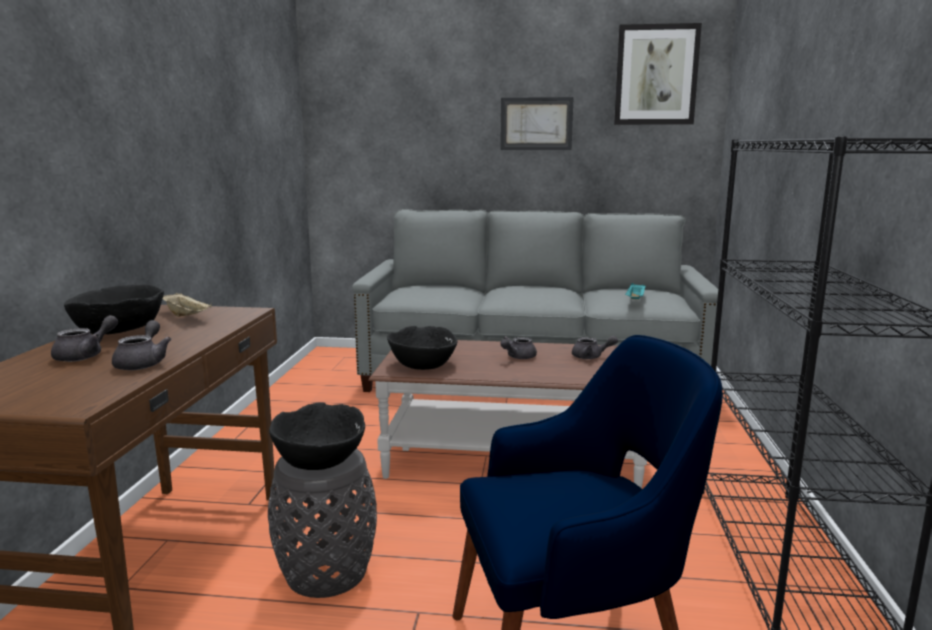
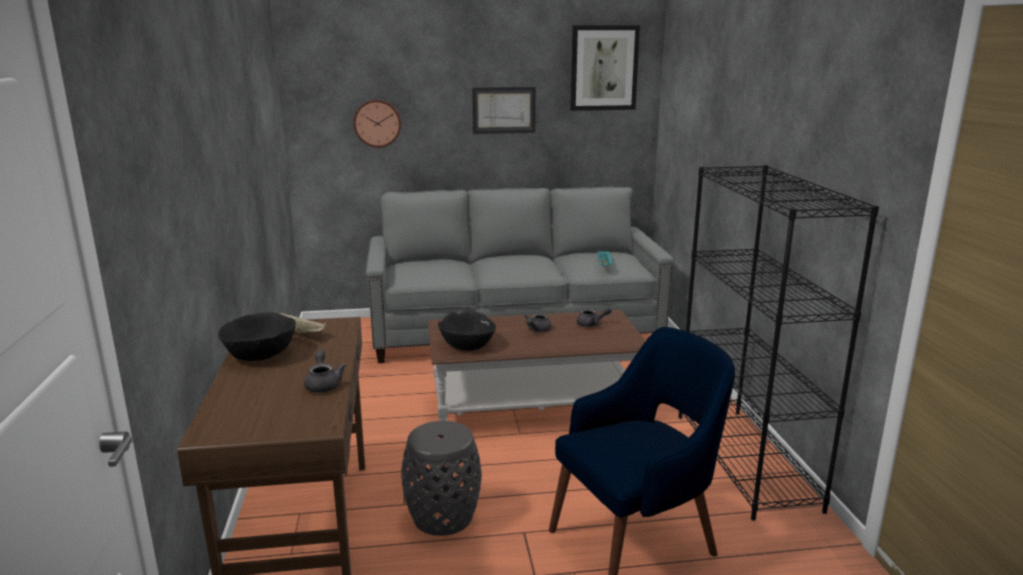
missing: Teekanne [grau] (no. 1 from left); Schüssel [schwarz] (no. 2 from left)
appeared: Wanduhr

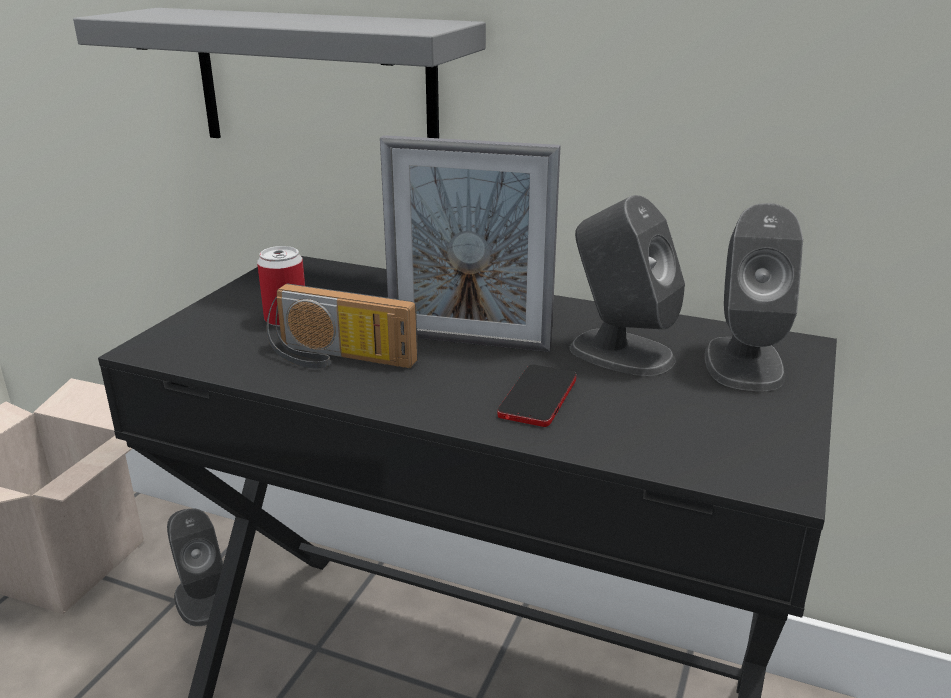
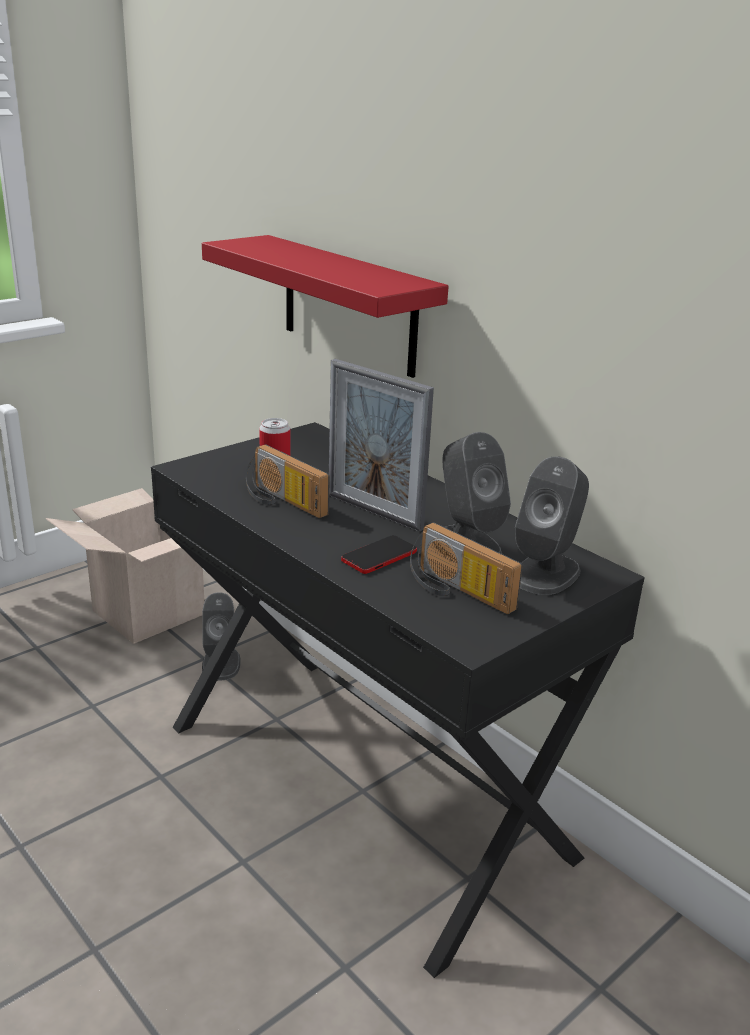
appeared: Radio (no. 2 from left)
colour: Wandregal [grau] to Wandregal [rot]

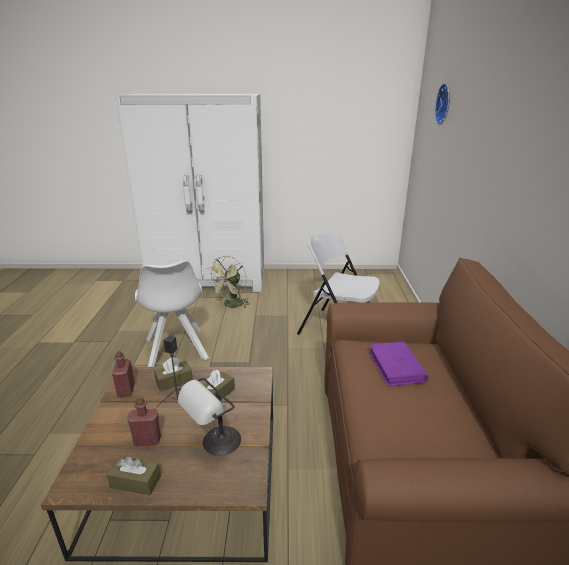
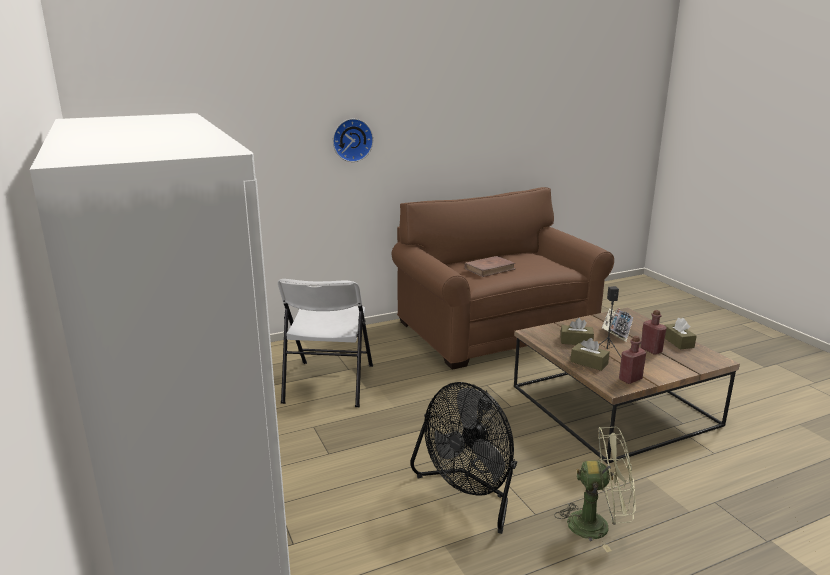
relocated: Ventilator [grün]; Wanduhr
exchanged: Stuhl [weiß] (no. 1 from left) to Ventilator [schwarz]; Tischlampe to Tastatur
colour: Buch [lila] to Buch [braun]

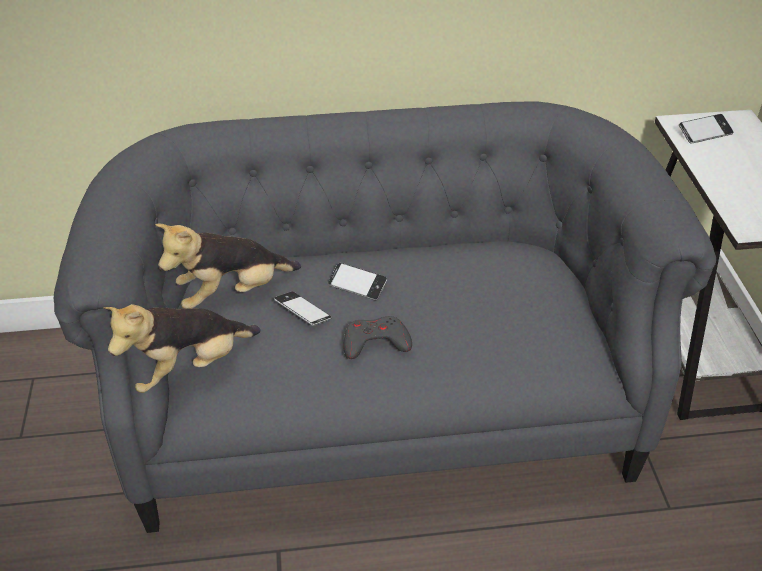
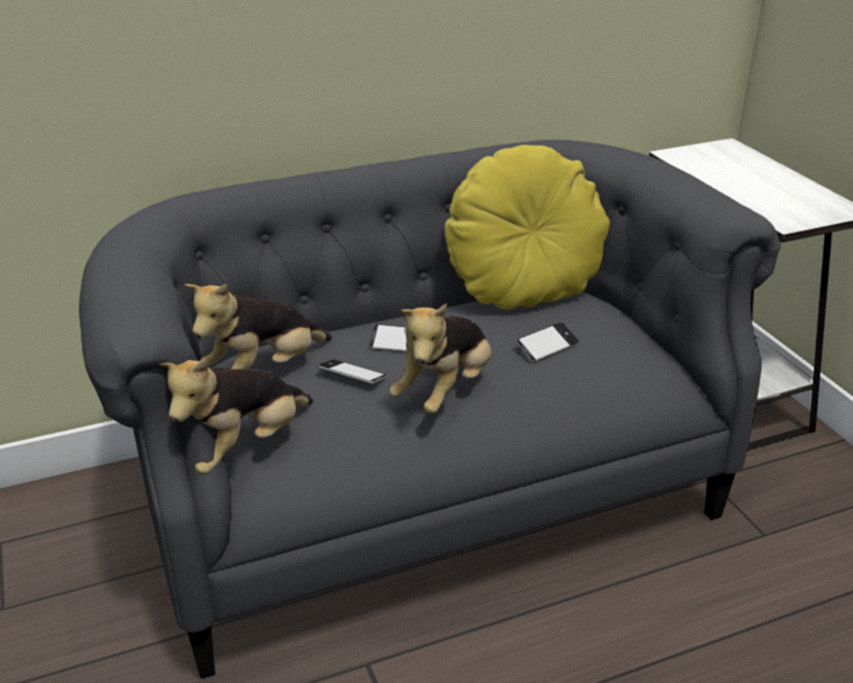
appeared: Kissen [gelb]
relocated: Handy (no. 3 from left)
exchanged: Gamepad [grau] to Plüschtier (no. 3 from left)

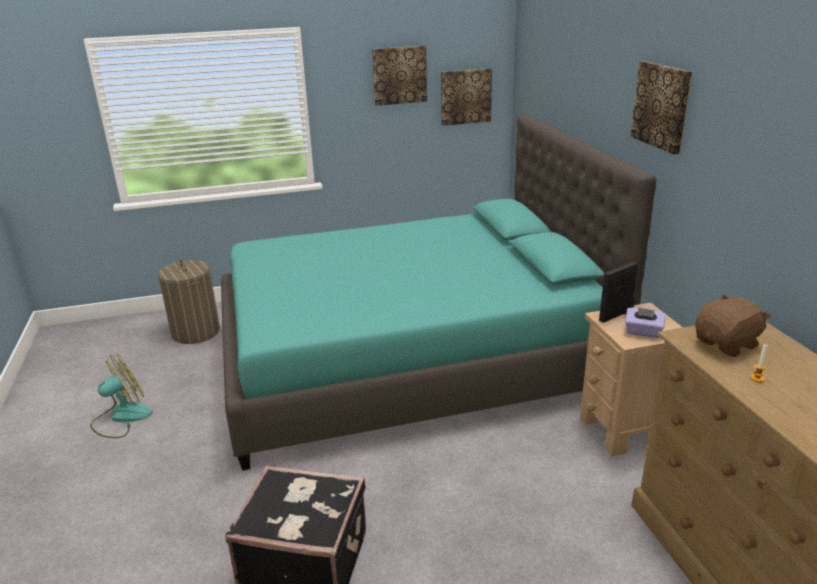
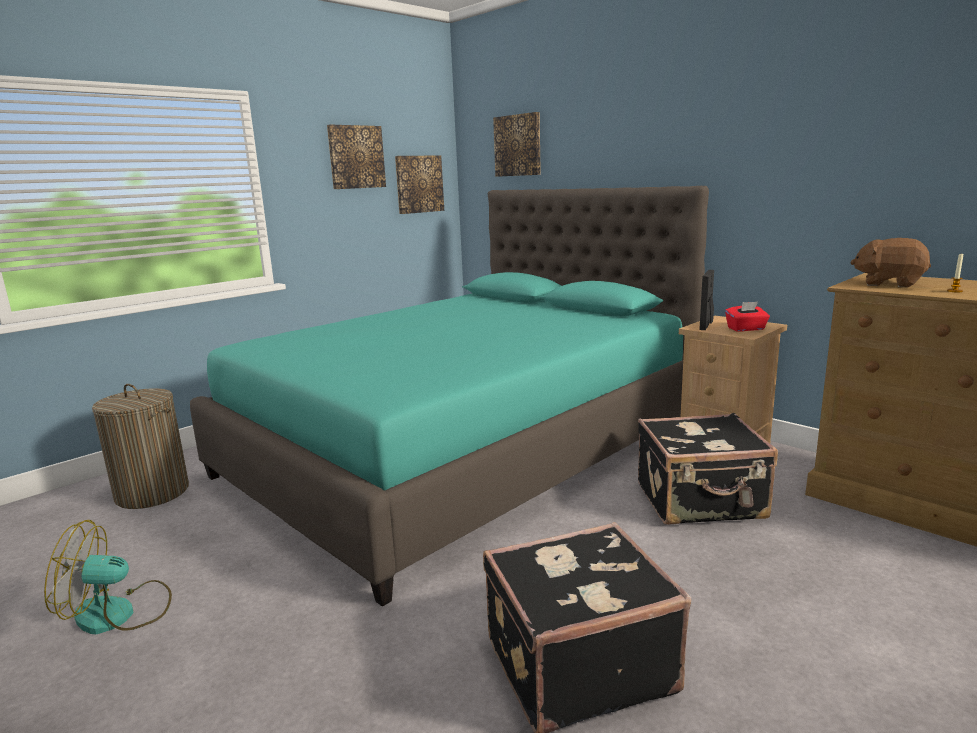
appeared: Koffer [schwarz] (no. 2 from left)
relocated: Bild (no. 3 from left)
colour: Taschentuchbox [lila] to Taschentuchbox [rot]
spun: Ventilator 120 degrees counterclockwise; Plüschtier [braun] 90 degrees counterclockwise

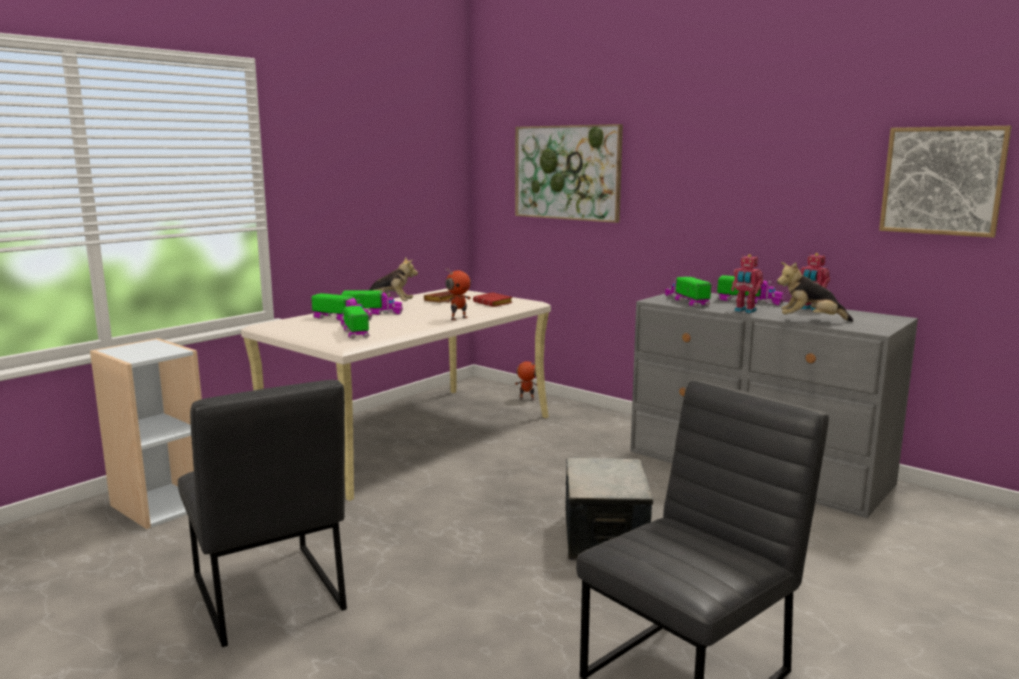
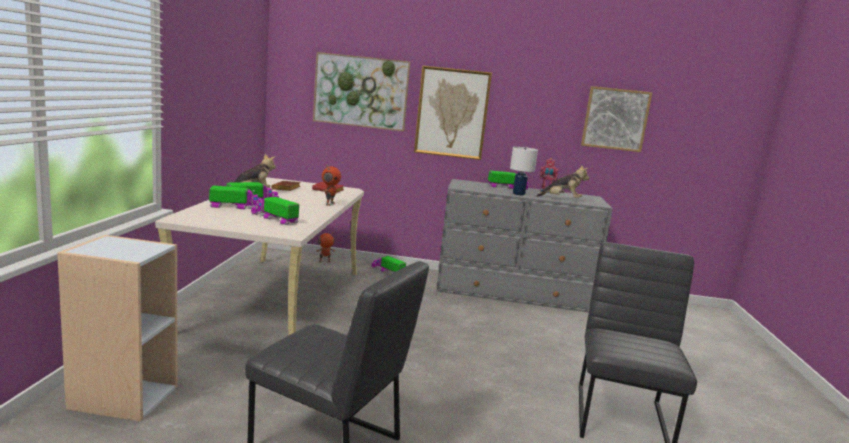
missing: Aufbewahrungsbox
appeared: Bild (no. 2 from left)
relocated: Spielzeuglaster (no. 4 from left)
exchanged: Spielzeugroboter (no. 3 from left) to Tischlampe [weiß]
spun: Plüschtier (no. 2 from left) 135 degrees counterclockwise

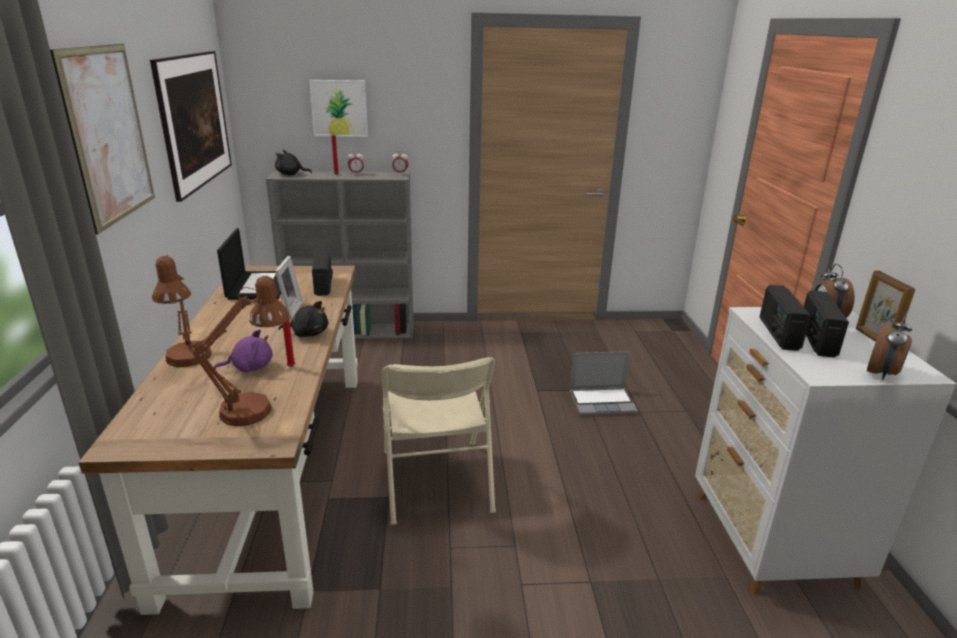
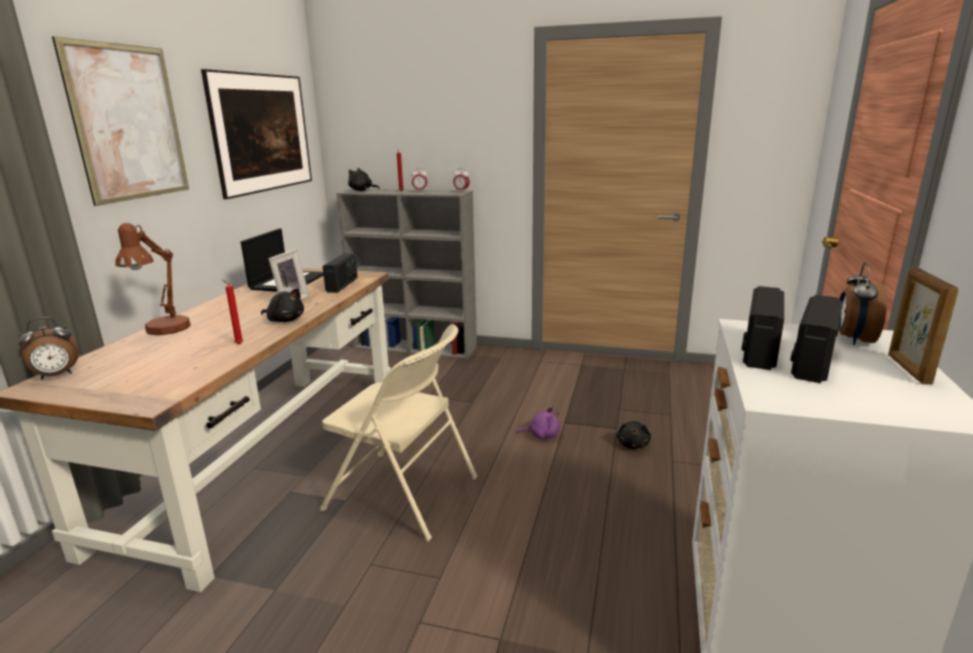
missing: Tischlampe [braun] (no. 2 from left); Bild (no. 3 from left)
relocated: Plüschtier [lila]; Wecker (no. 4 from left in the first image) to Wecker (no. 1 from left)
exchanged: Laptop (no. 2 from left) to Plüschtier [schwarz] (no. 3 from left)
spun: Stuhl [beige] 75 degrees counterclockwise

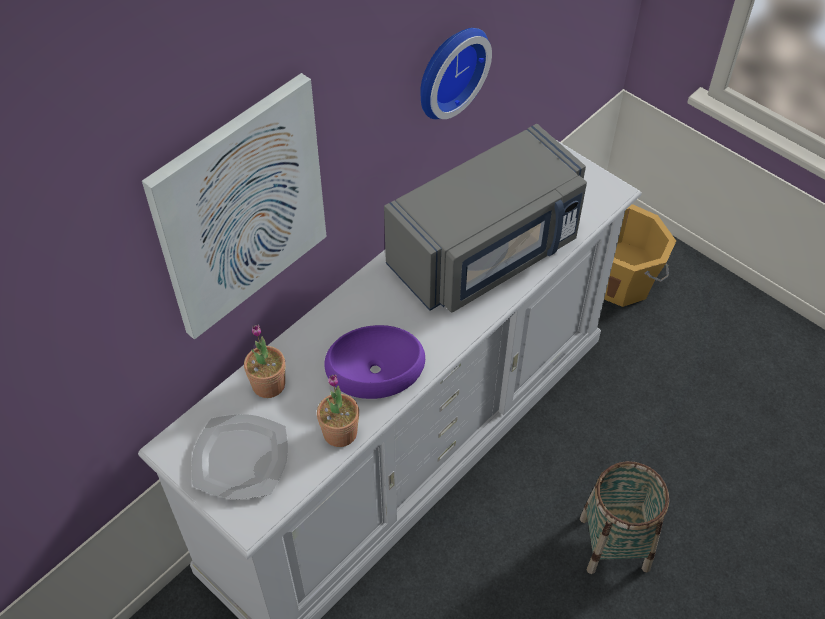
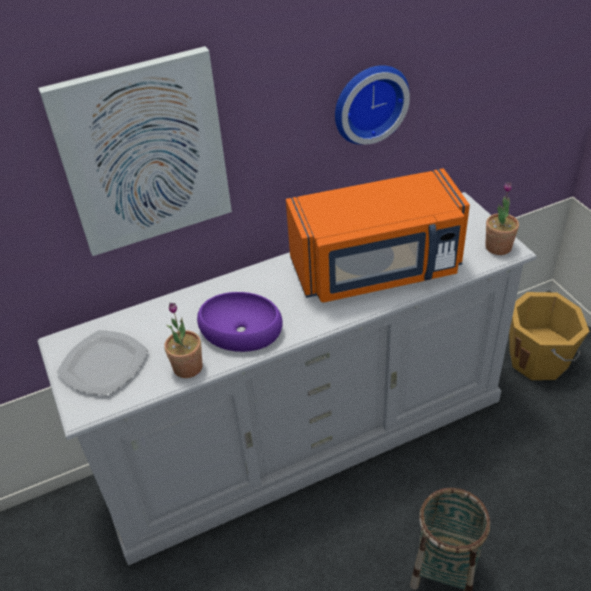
relocated: Topfpflanze (no. 1 from left in the first image) to Topfpflanze (no. 2 from left)
colour: Mikrowelle [grau] to Mikrowelle [orange]

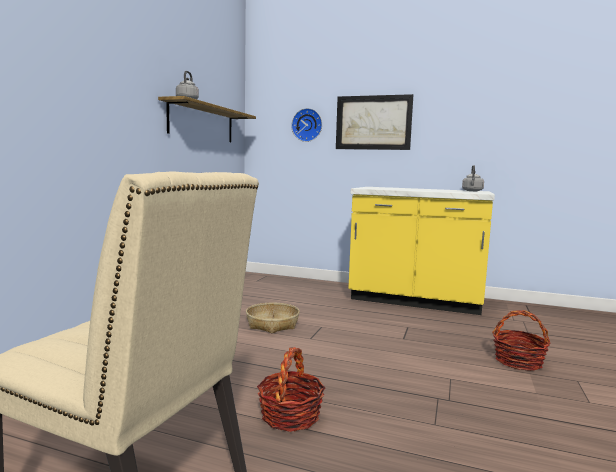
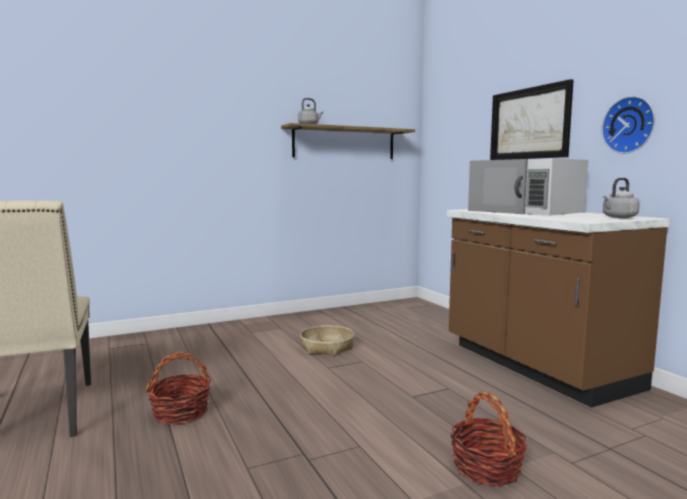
appeared: Mikrowelle [weiß]
relocated: Wanduhr
colour: Küchenzeile [gelb] to Küchenzeile [braun]

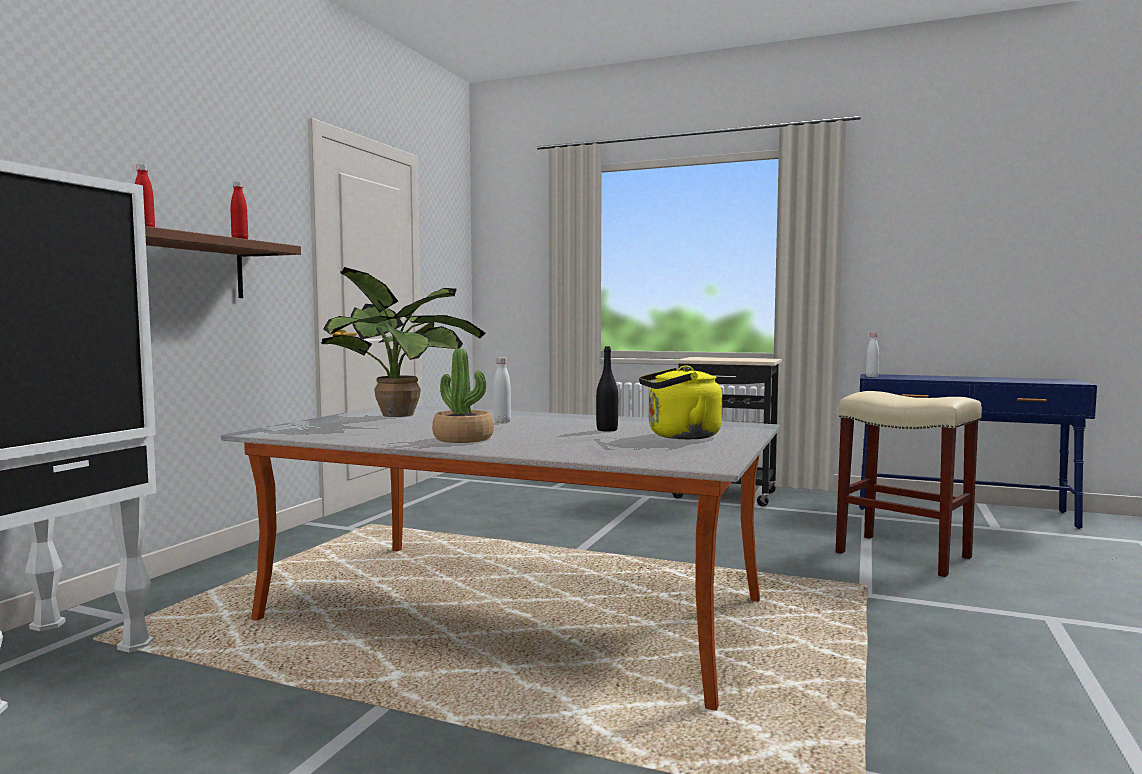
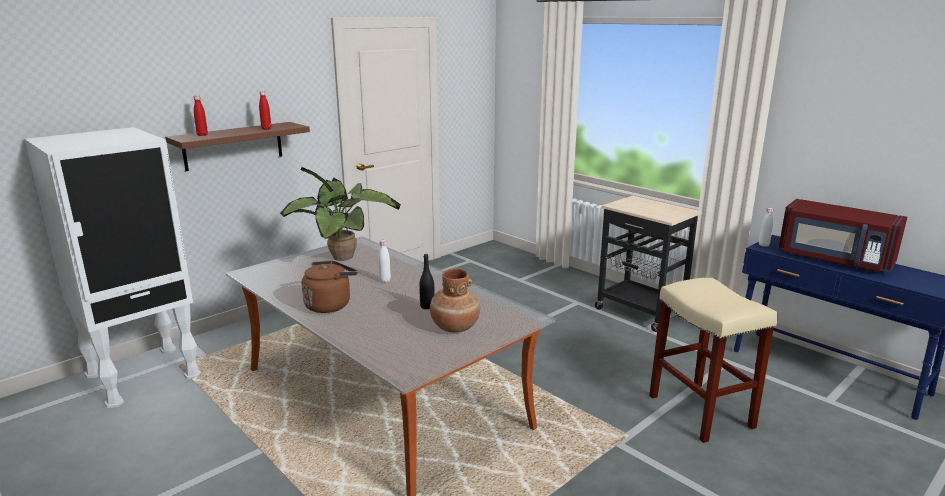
appeared: Mikrowelle [rot]
exchanged: Topfpflanze (no. 2 from left) to Wasserkessel [braun]; Wasserkessel [gelb] to Vase [braun]

